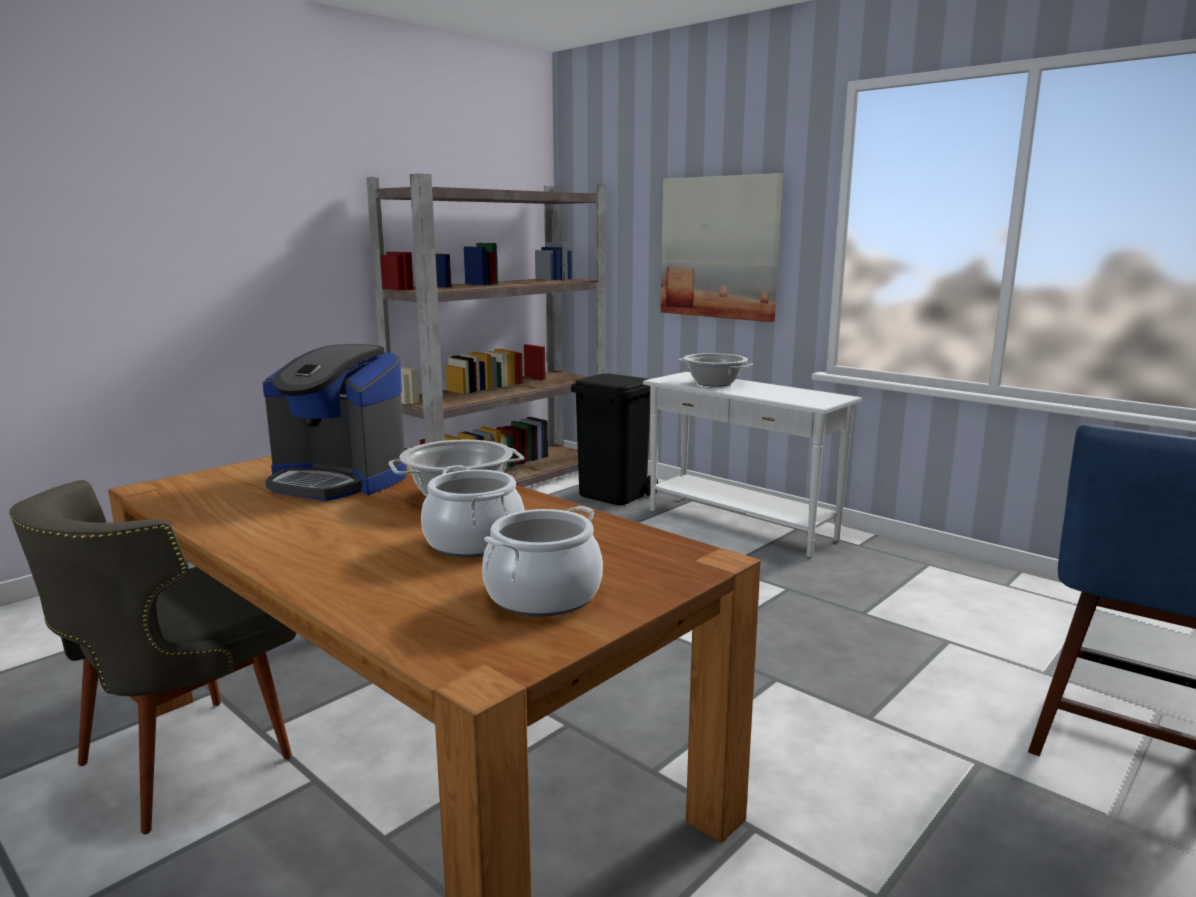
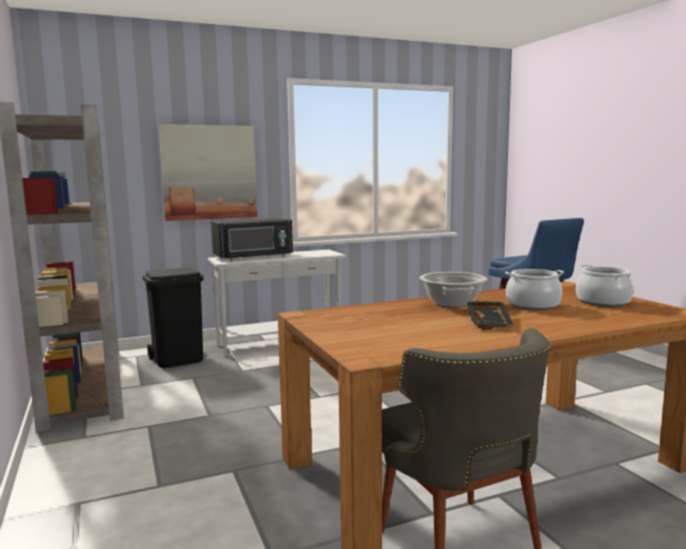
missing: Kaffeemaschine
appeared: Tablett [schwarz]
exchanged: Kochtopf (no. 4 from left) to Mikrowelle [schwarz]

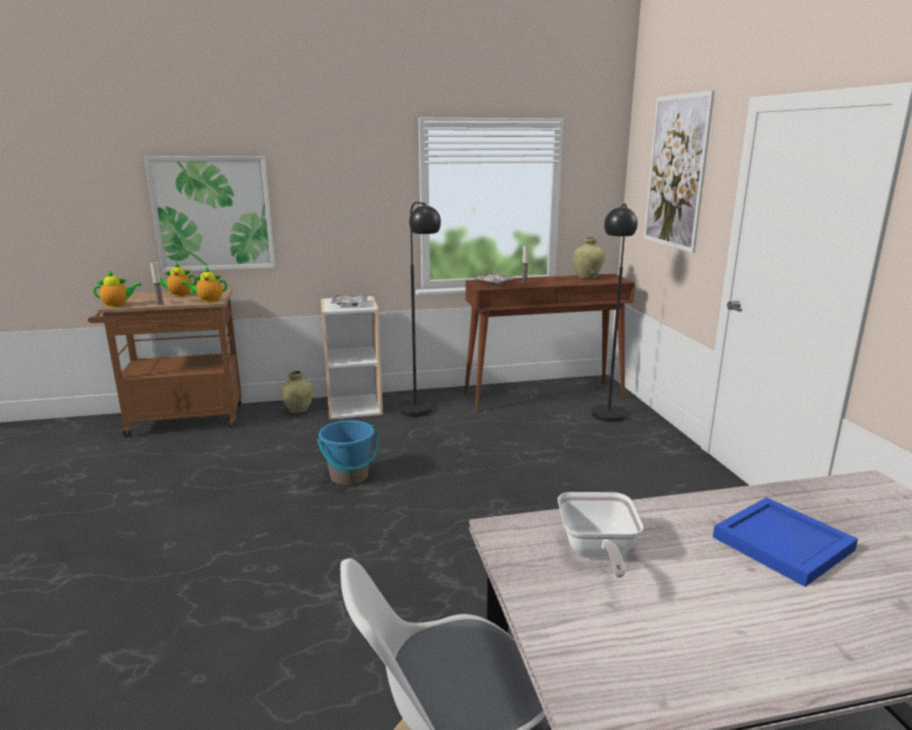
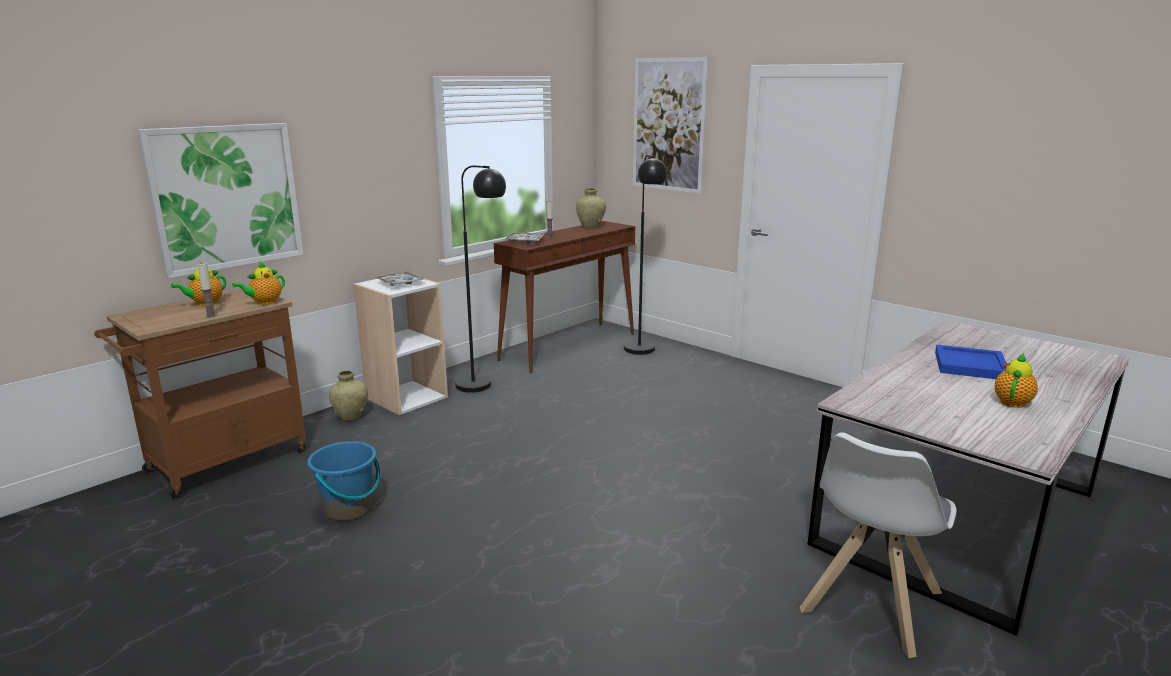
missing: Pfanne
relocated: Teekanne (no. 1 from left in the first image) to Teekanne (no. 3 from left); Eimer [blau]

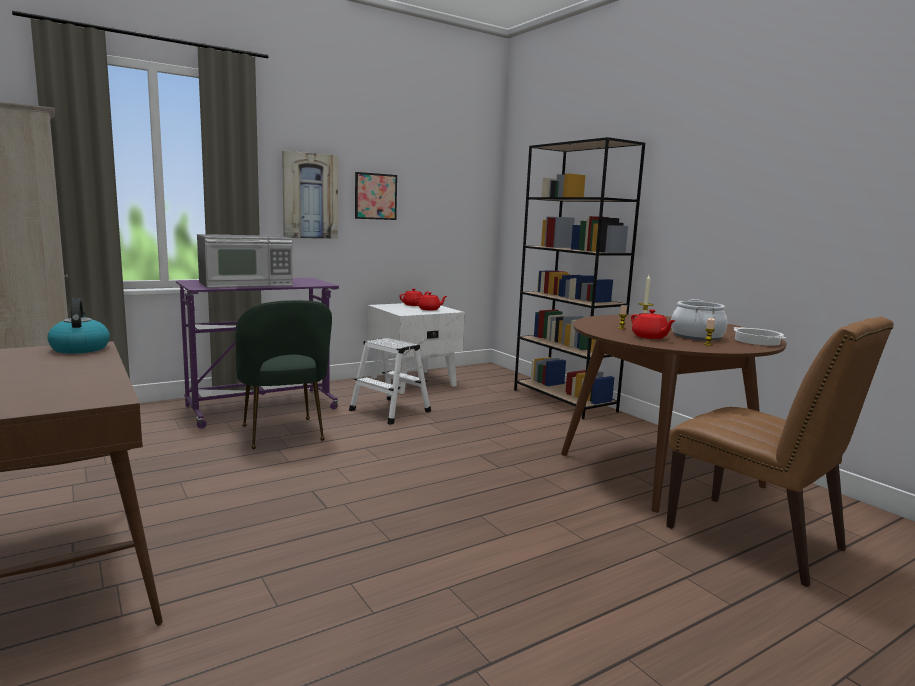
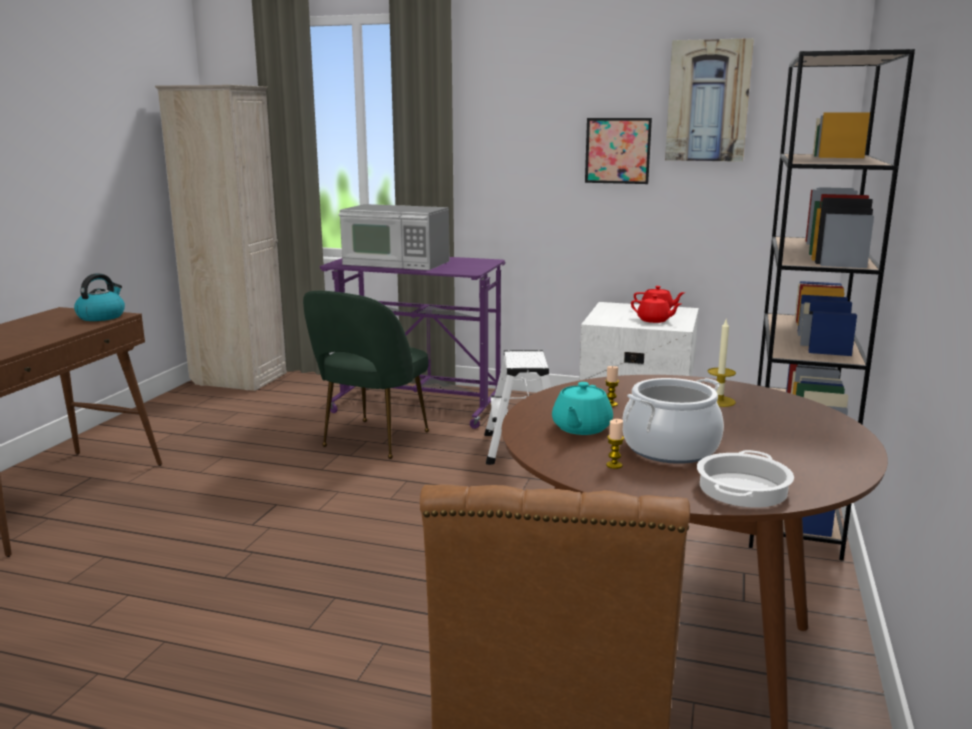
relocated: Bild (no. 1 from left in the first image) to Bild (no. 2 from left)
colour: Teekanne [rot] (no. 3 from left) to Teekanne [türkis]

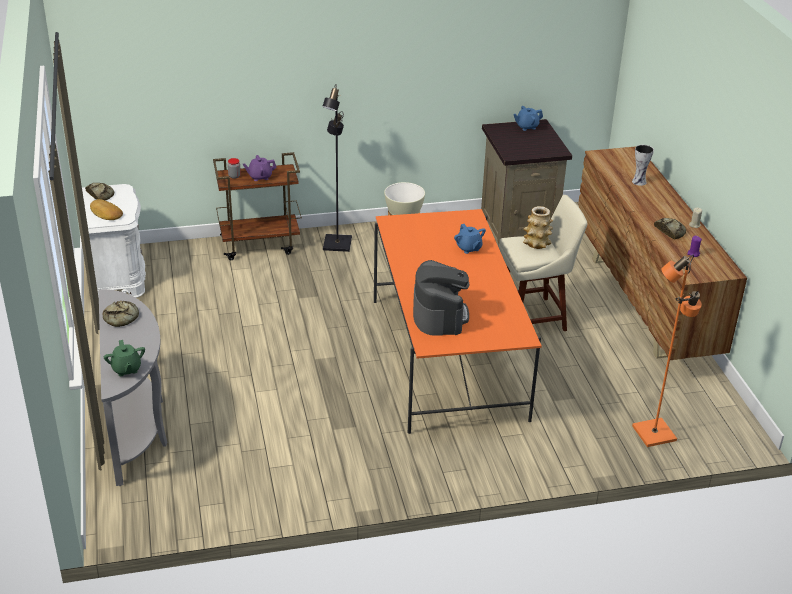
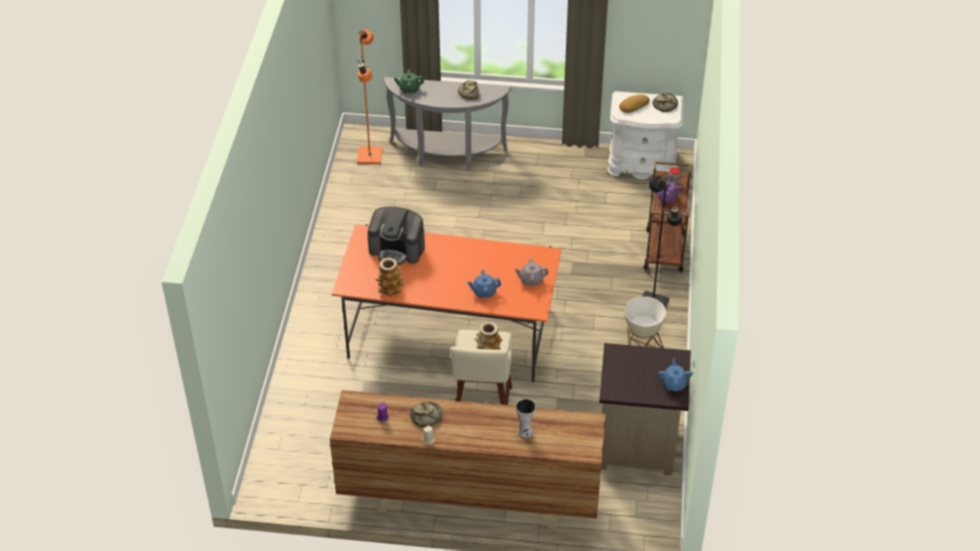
appeared: Vase (no. 1 from left); Teekanne [grau]
relocated: Stehlampe [orange]

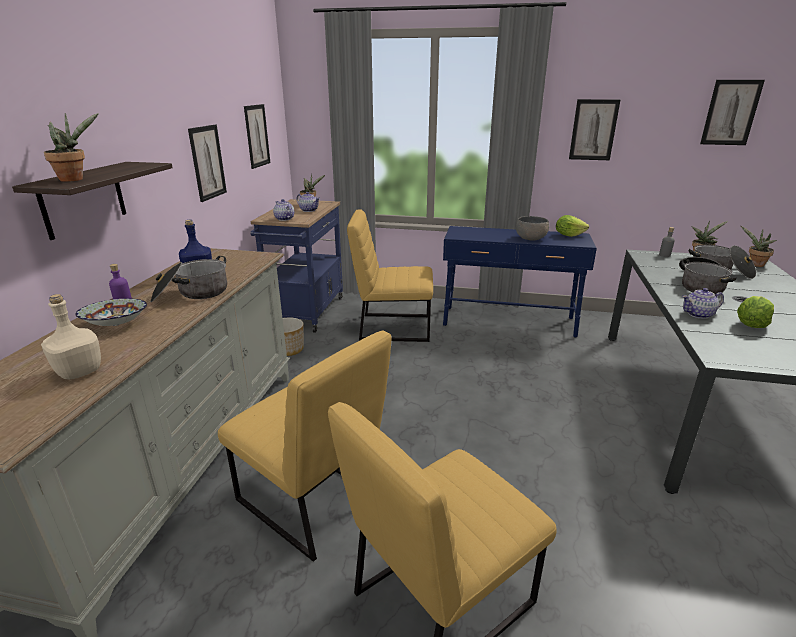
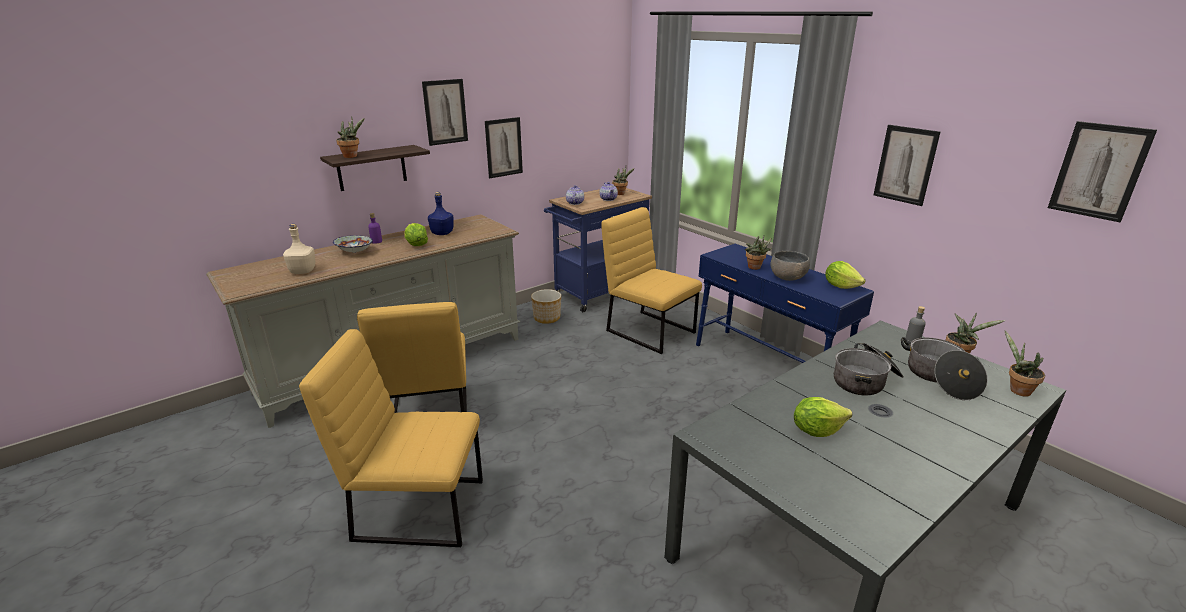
missing: Teekanne (no. 3 from left)
appeared: Topfpflanze (no. 3 from left)
relocated: Bild (no. 2 from left in the first image) to Bild (no. 1 from left)
exchanged: Kochtopf (no. 1 from left) to Salatkopf (no. 1 from left)

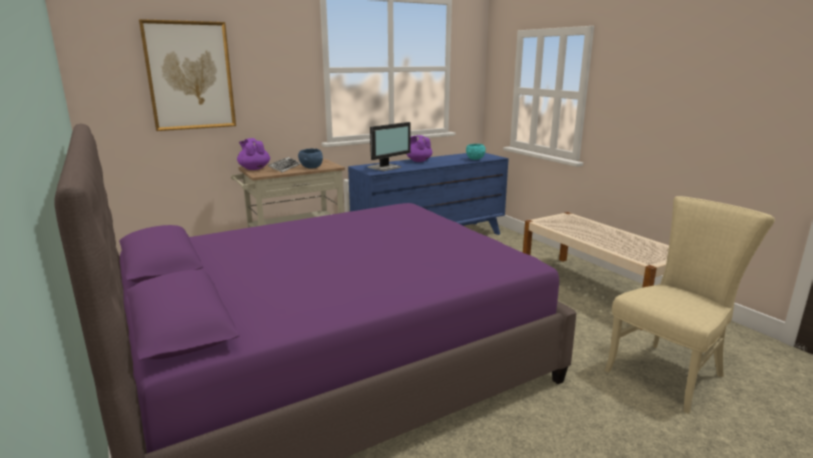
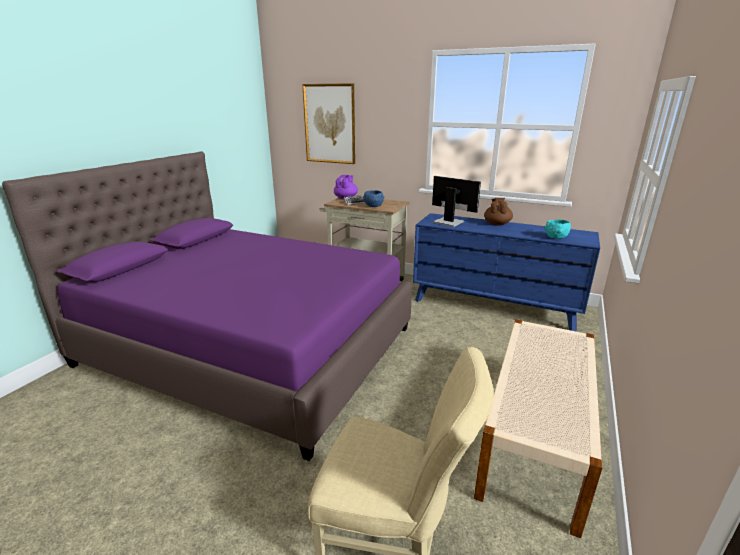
colour: Teekanne [lila] (no. 2 from left) to Teekanne [braun]
spun: Monitor 150 degrees counterclockwise

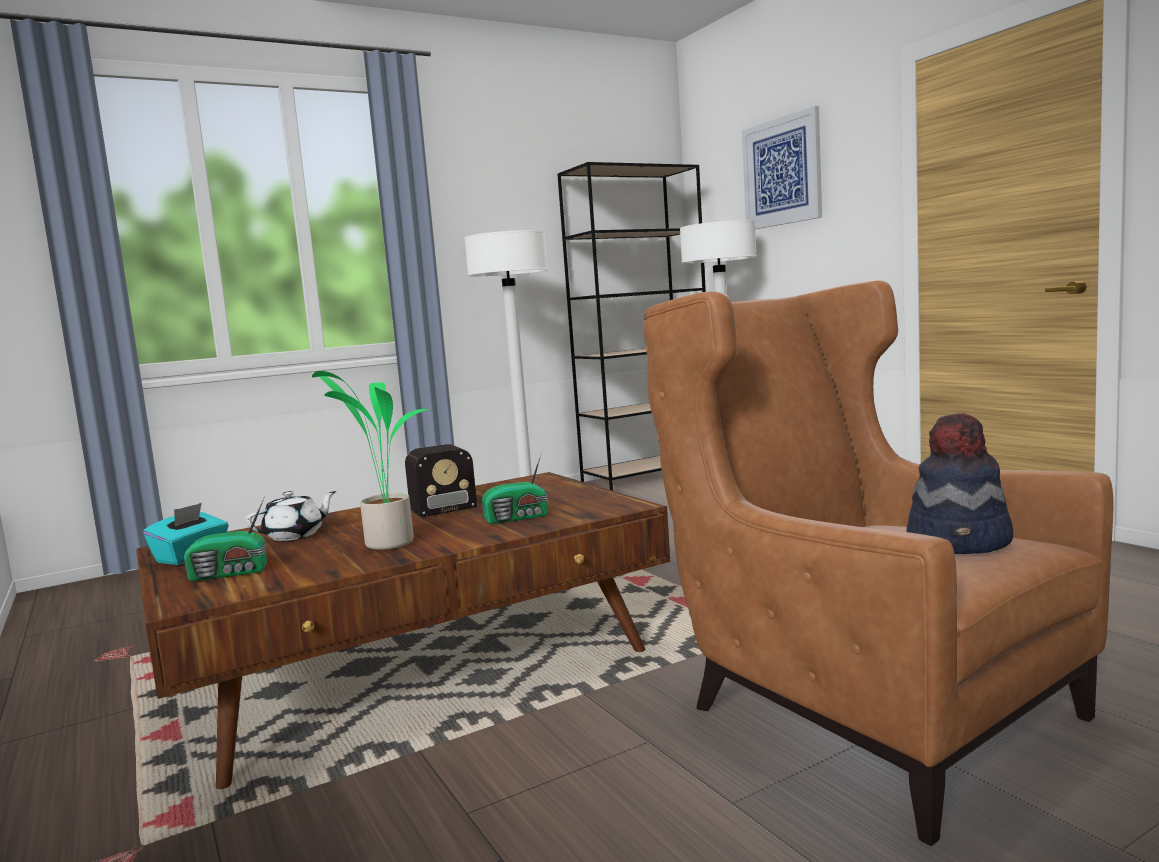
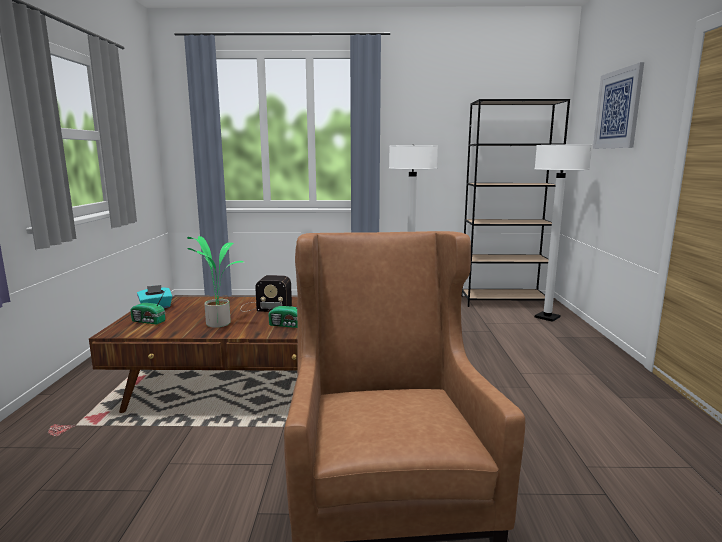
missing: Teekanne [weiß]; Hut

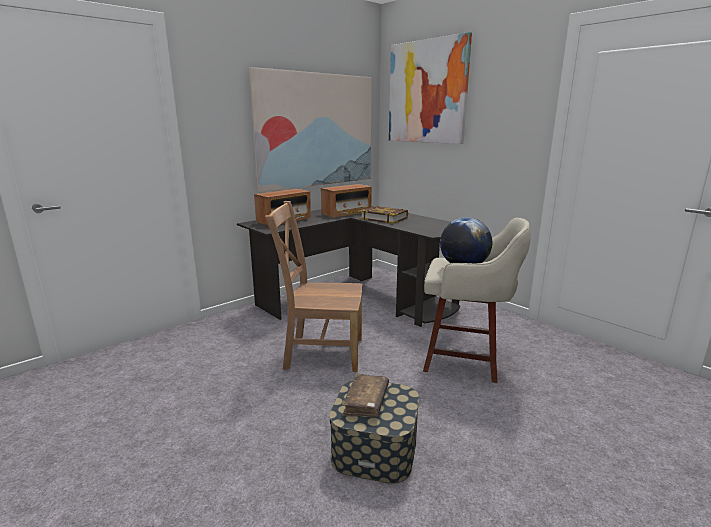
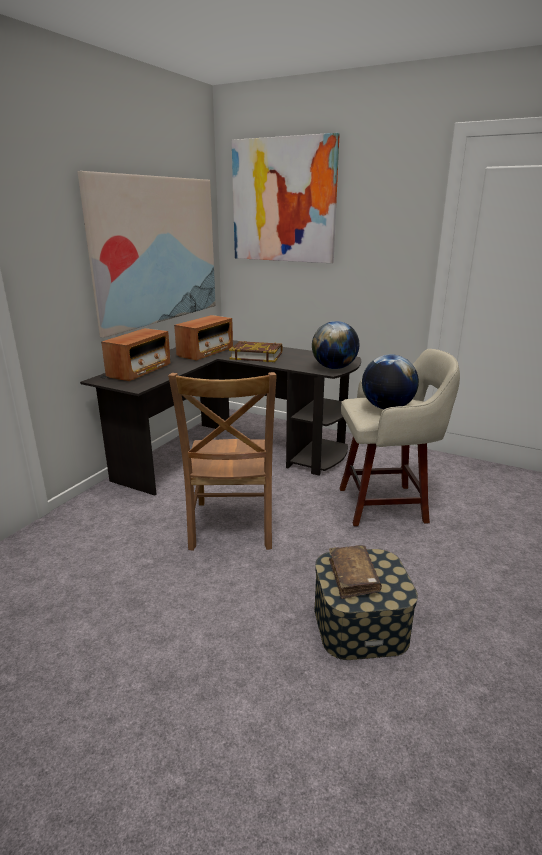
appeared: Globus (no. 1 from left)
spun: Stuhl [braun] 75 degrees counterclockwise

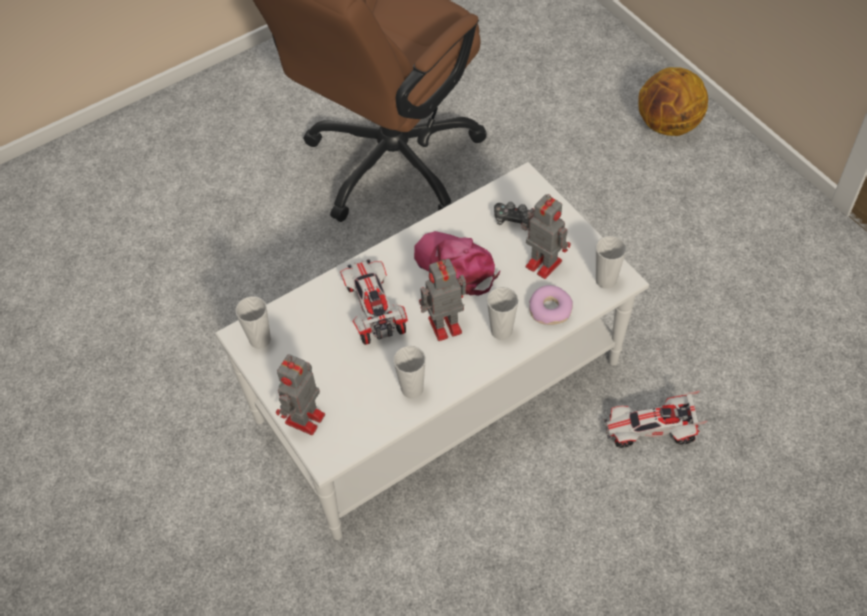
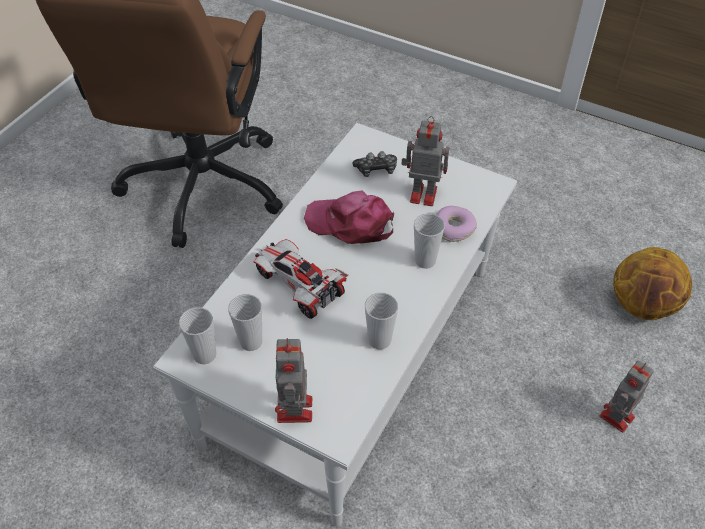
missing: Spielzeugauto (no. 2 from left)
relocated: Spielzeugroboter (no. 2 from left in the first image) to Spielzeugroboter (no. 3 from left); Tasse (no. 4 from left in the first image) to Tasse (no. 2 from left); Basketball

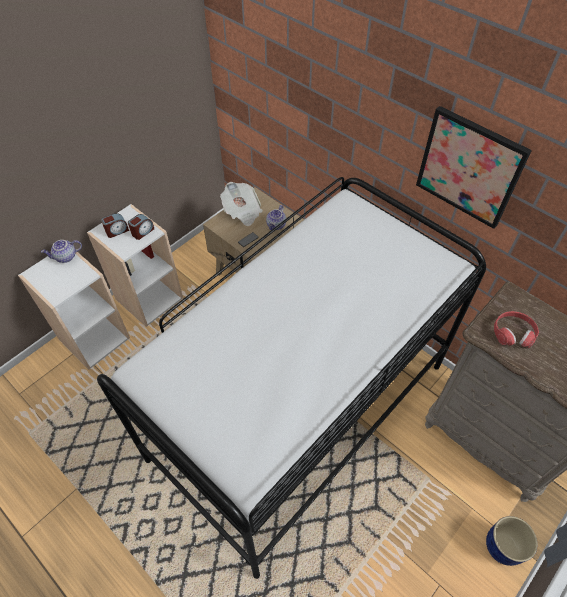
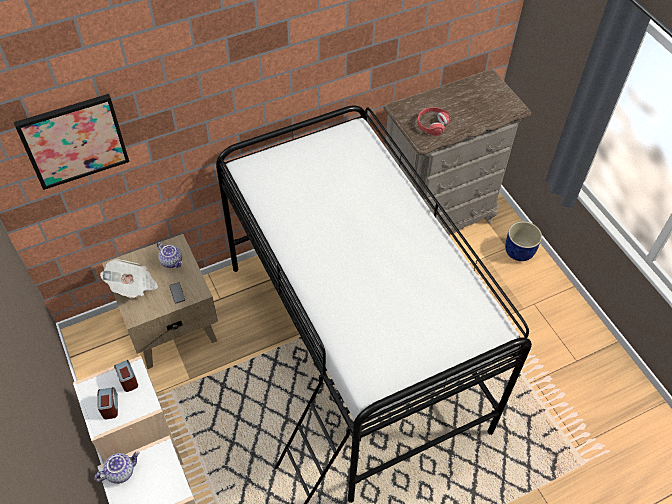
relocated: Bild
spun: Teekanne (no. 1 from left) 120 degrees counterclockwise

